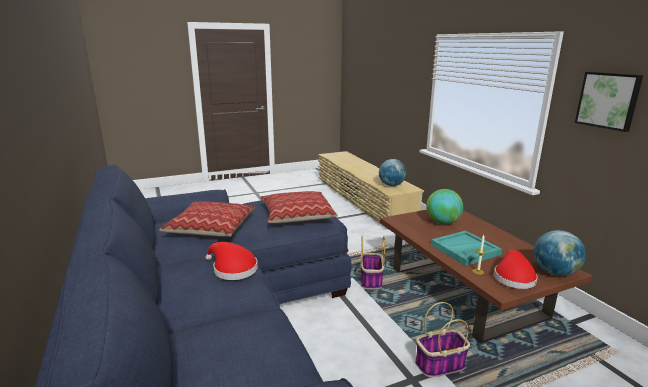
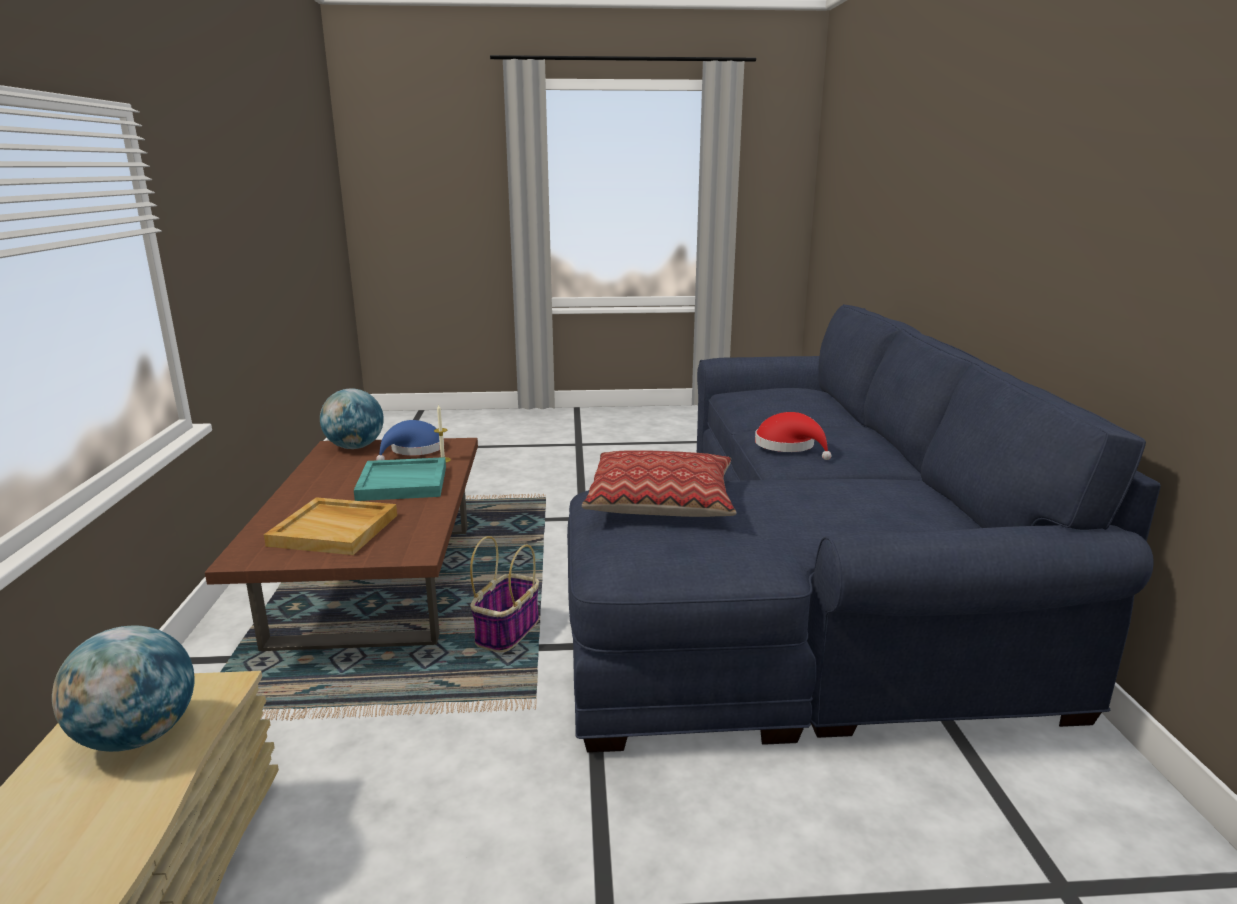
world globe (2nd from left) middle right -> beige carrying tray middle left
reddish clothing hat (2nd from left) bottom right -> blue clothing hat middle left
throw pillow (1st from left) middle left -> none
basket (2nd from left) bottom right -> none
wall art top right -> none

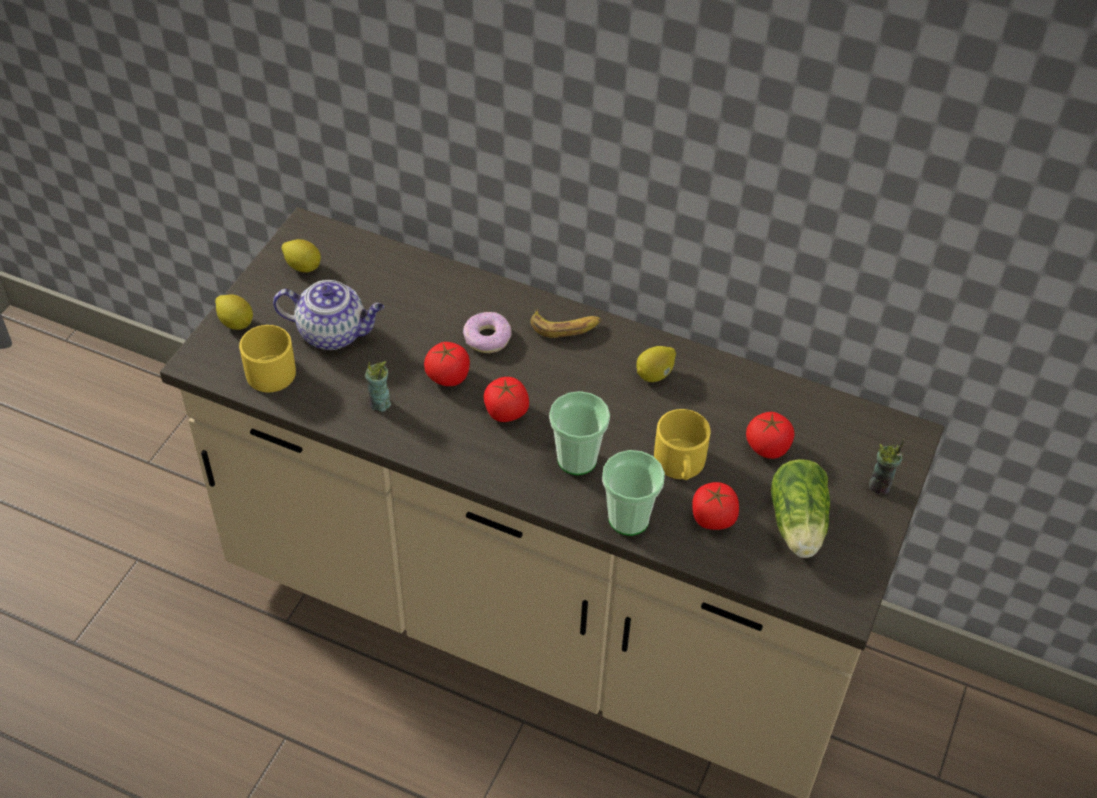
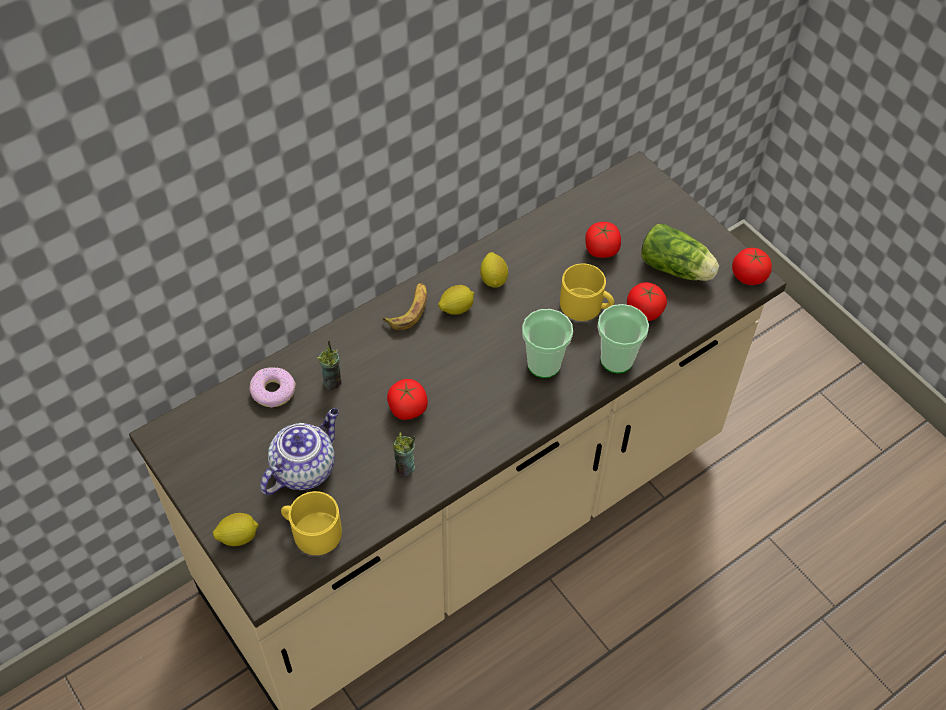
doughnut centre -> doughnut middle left, moved
small cup (4th from left in the first image) middle right -> small cup (1st from left) centre, moved
lemon (2nd from left) top left -> lemon (2nd from left) centre, moved
whole tomato (2nd from left in the first image) centre -> whole tomato (4th from left) middle right, moved

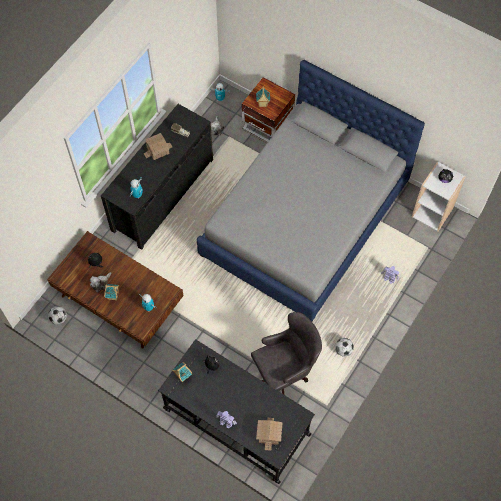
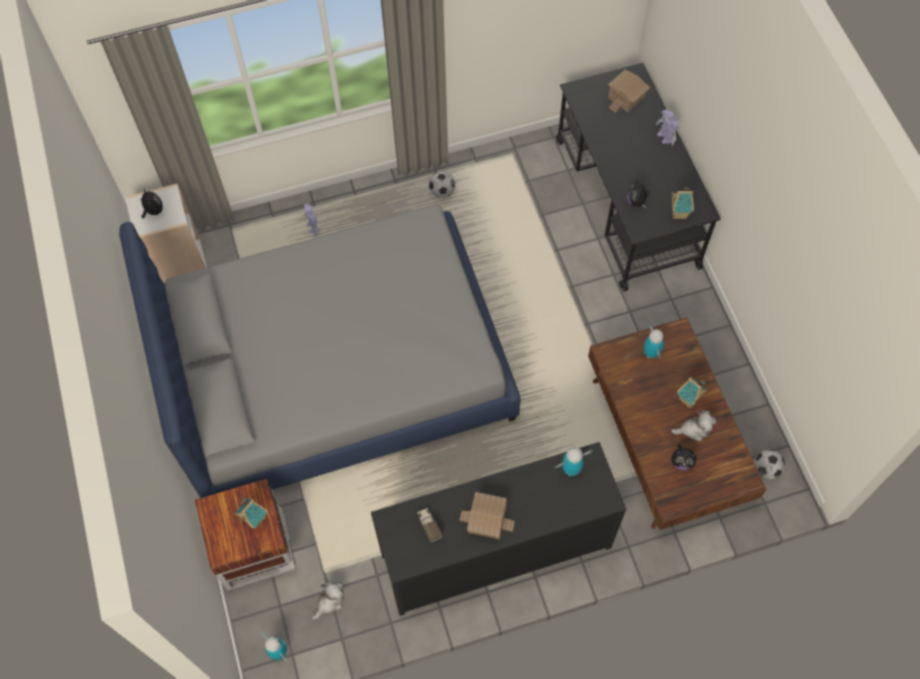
greyish computer chair bottom centre -> none

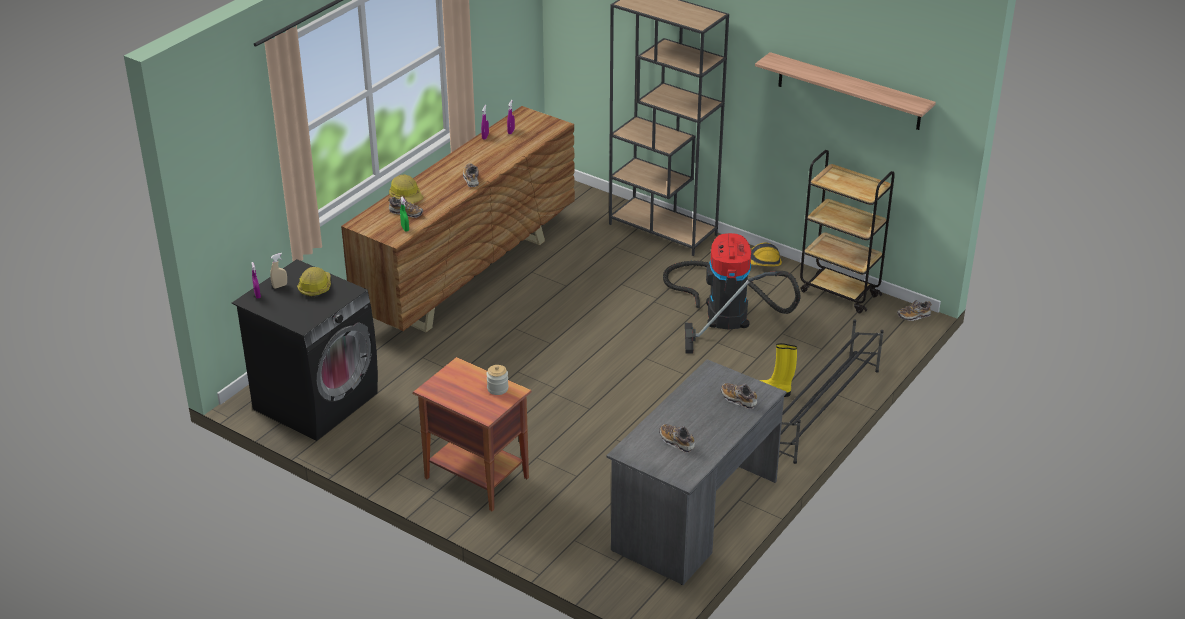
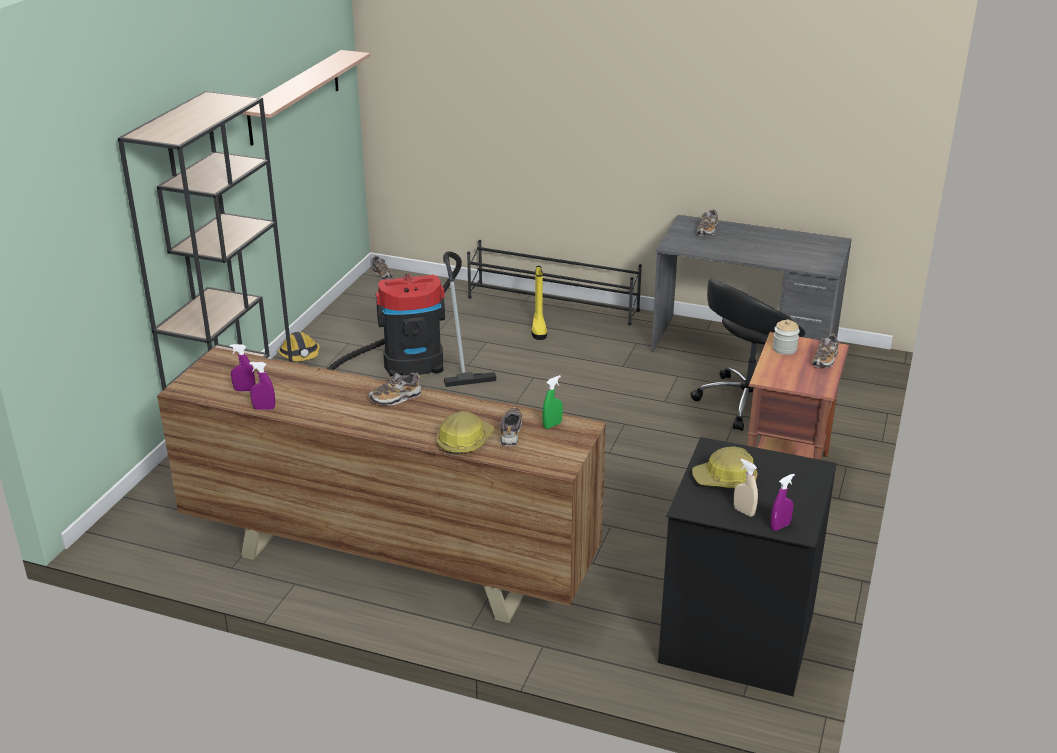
none -> blackish computer chair middle right
item of footwear (3rd from left in the first image) bottom centre -> item of footwear (5th from left) middle right, moved
brownish cart middle right -> none

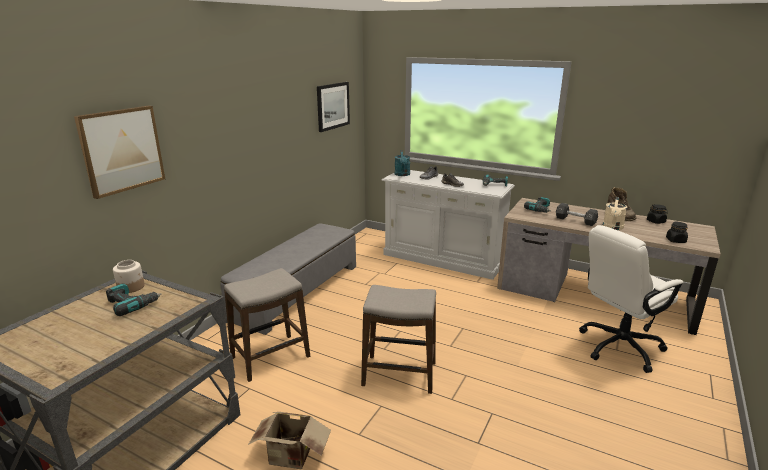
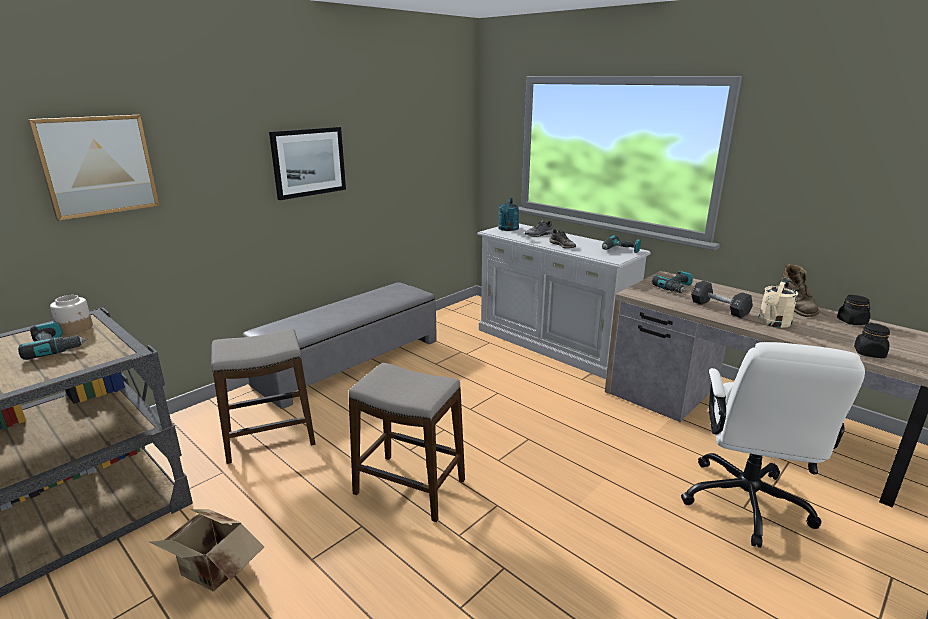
wall art (2nd from left) top centre -> wall art (2nd from left) top left, moved
white computer chair middle right -> white computer chair bottom right, 60 degrees counterclockwise

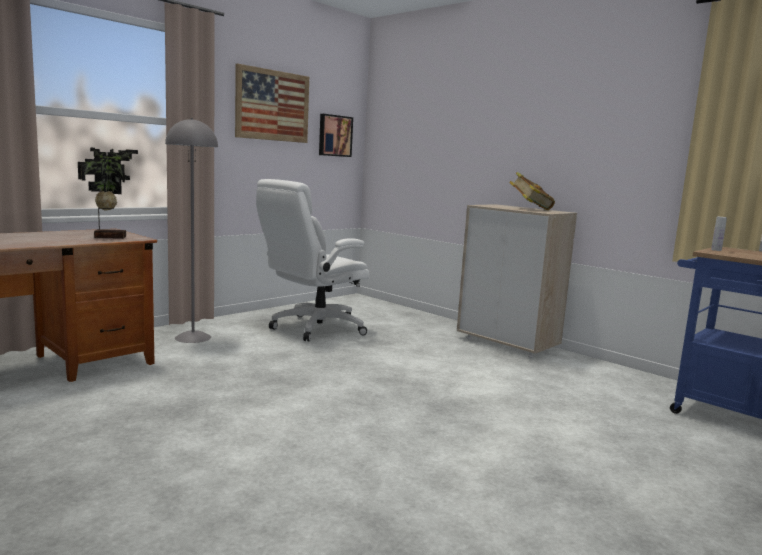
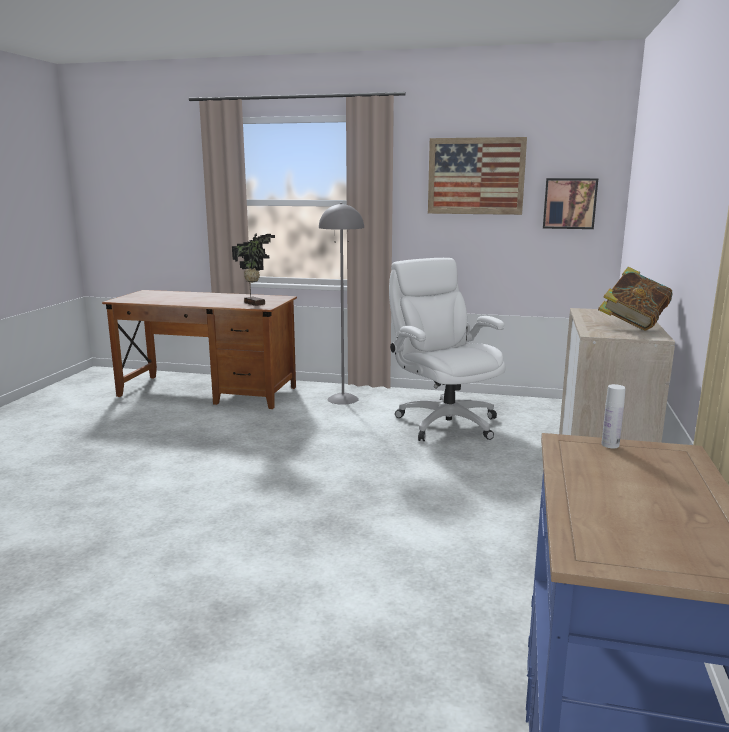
white computer chair centre, 45 degrees clockwise

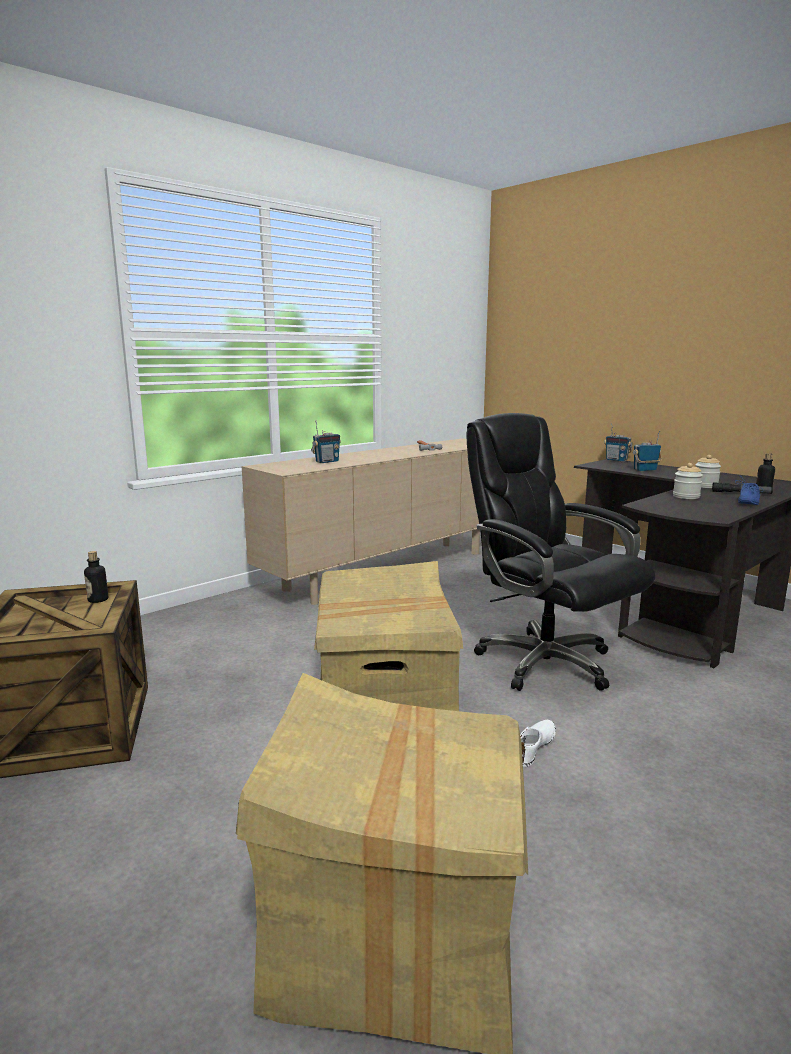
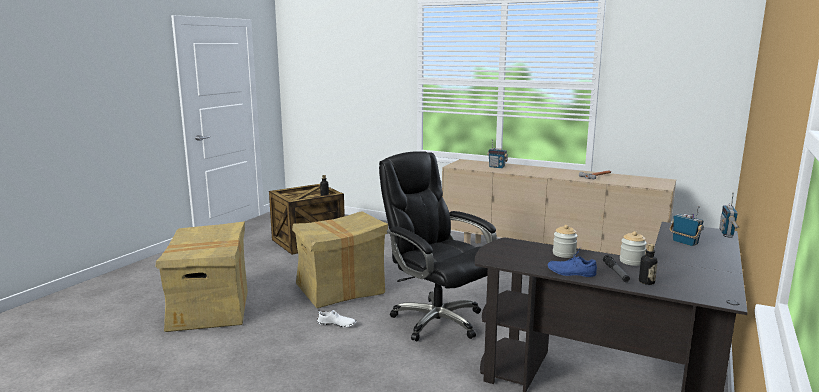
blackish computer chair middle right -> blackish computer chair centre, 75 degrees counterclockwise

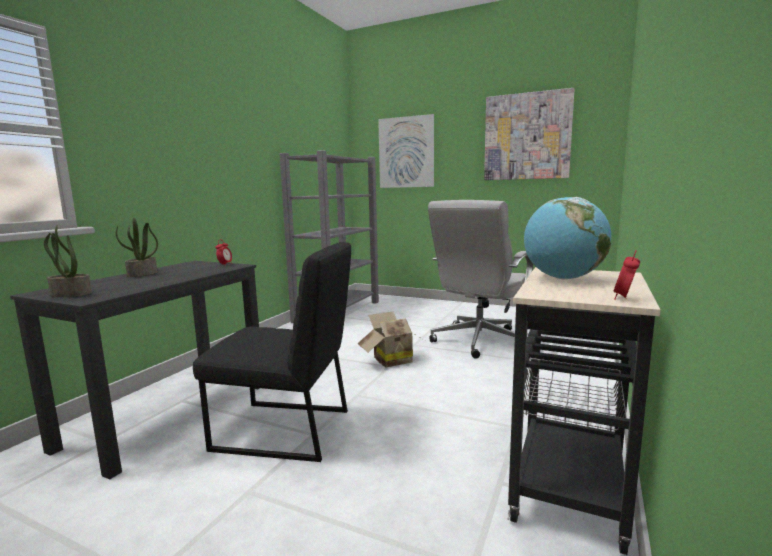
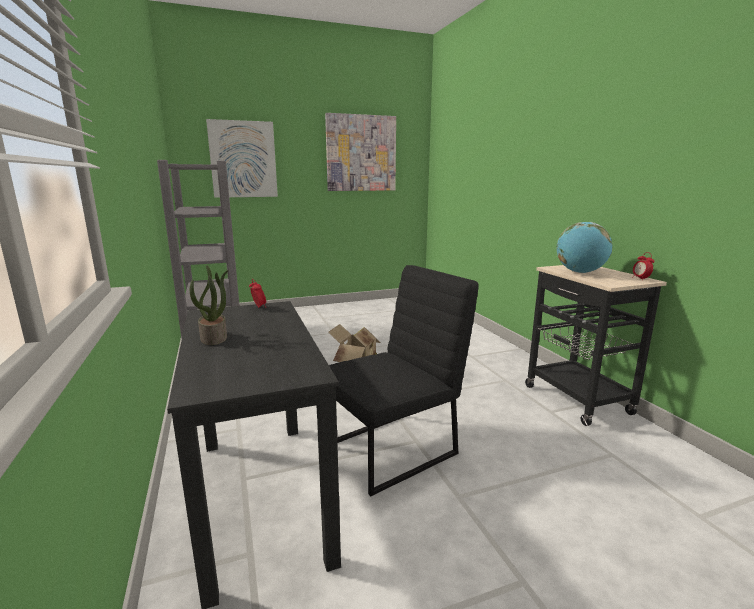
houseplant (1st from left) middle left -> none
greyish computer chair centre -> none

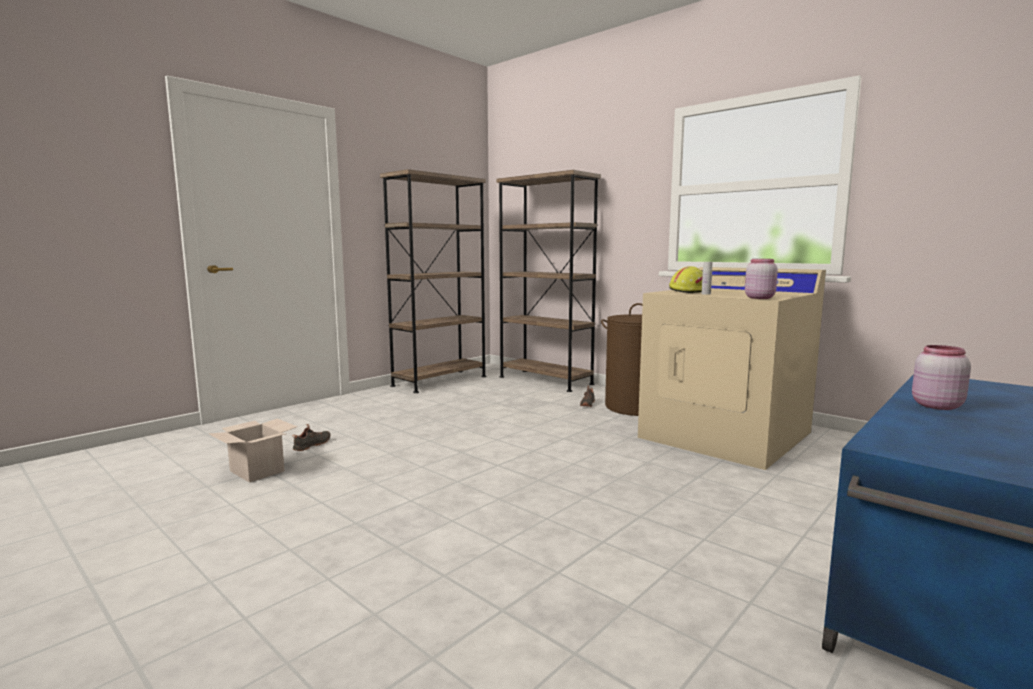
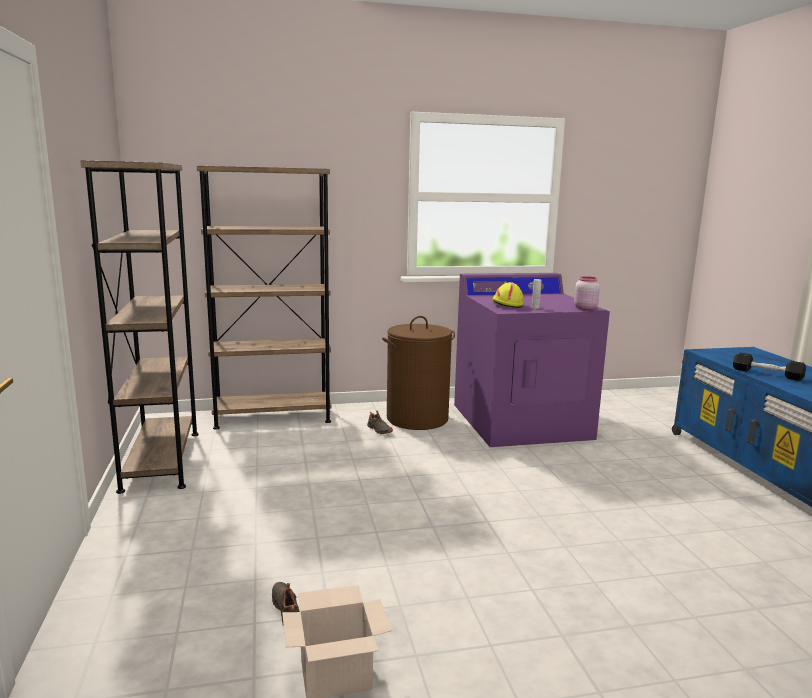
beige washing machine middle right -> purple-coloured washing machine centre
pink storage jar (2nd from left) middle right -> blackish hand weight middle right

